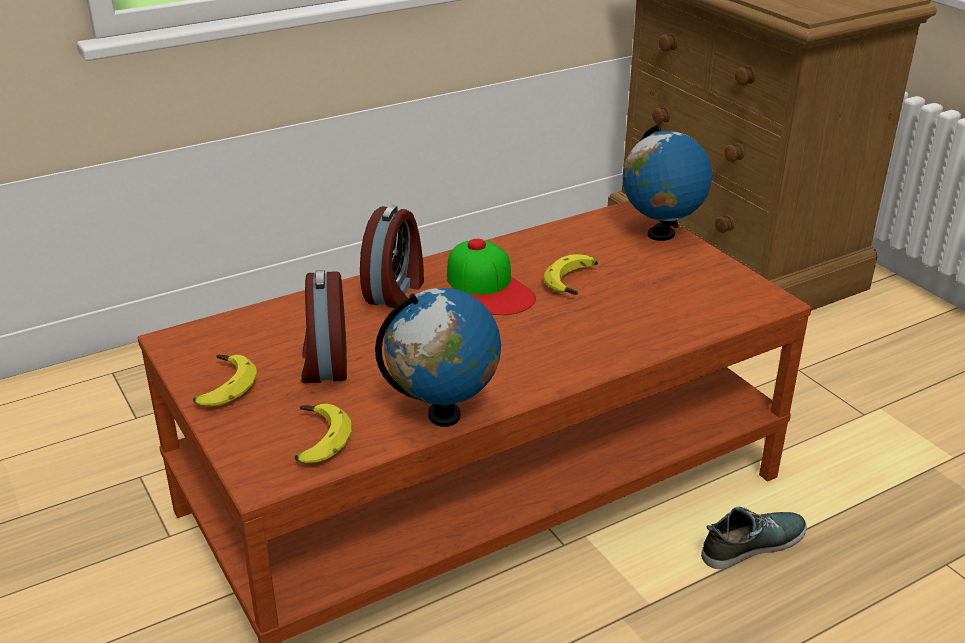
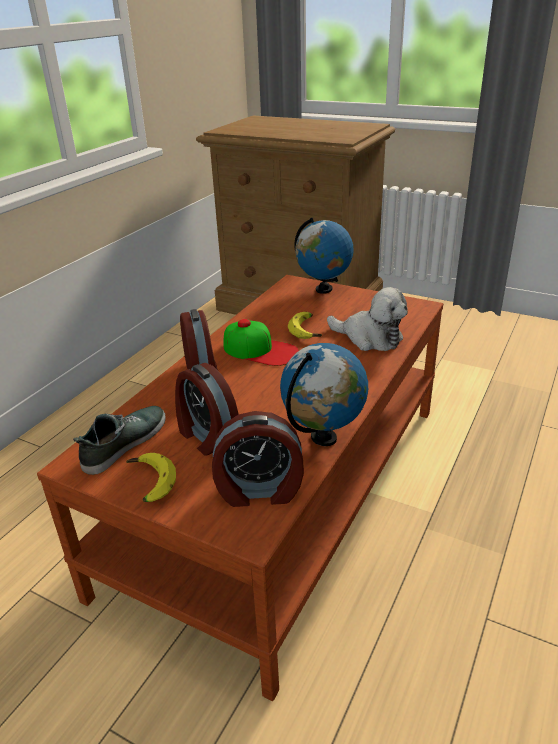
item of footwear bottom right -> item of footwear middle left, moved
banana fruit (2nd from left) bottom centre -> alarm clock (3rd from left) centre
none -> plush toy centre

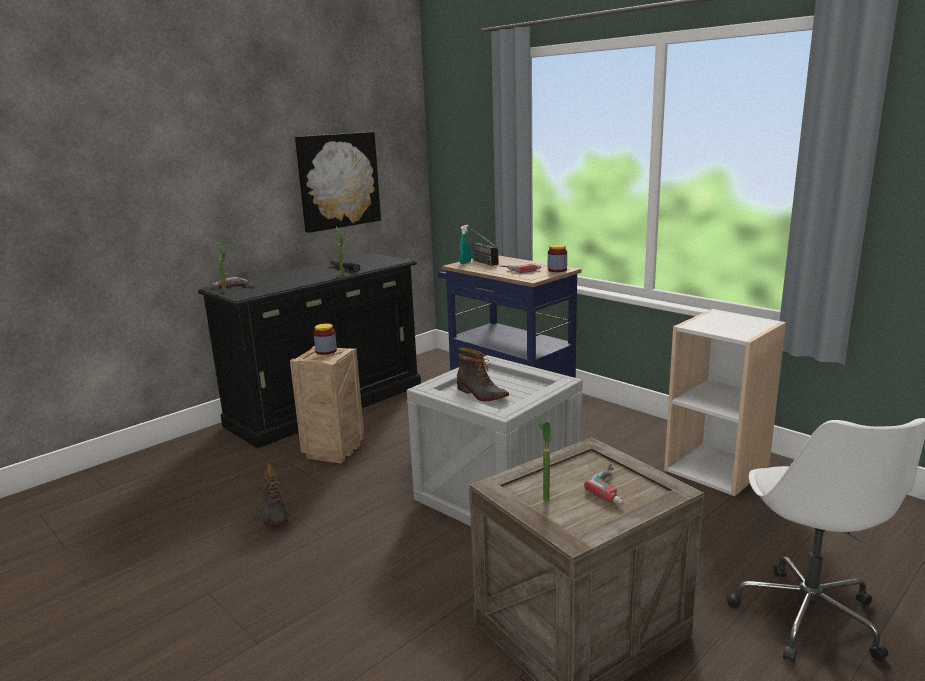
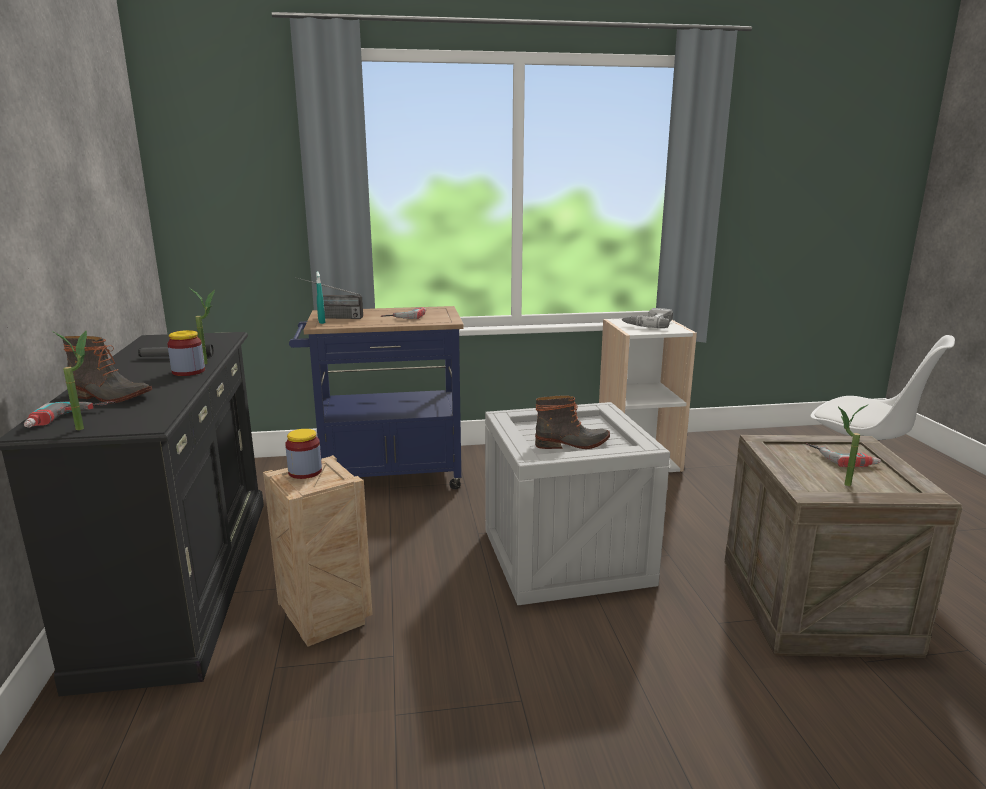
high-top boot (1st from left) bottom left -> high-top boot (1st from left) middle left, moved
storage jar (2nd from left in the first image) centre -> storage jar (1st from left) middle left, moved
none -> drill (3rd from left) centre
wall art top centre -> none

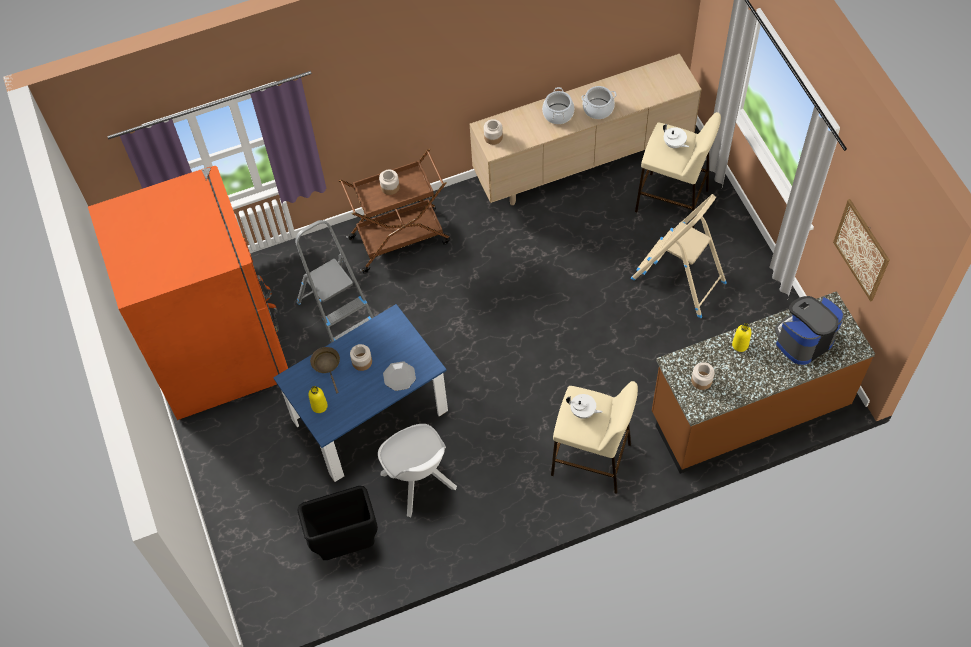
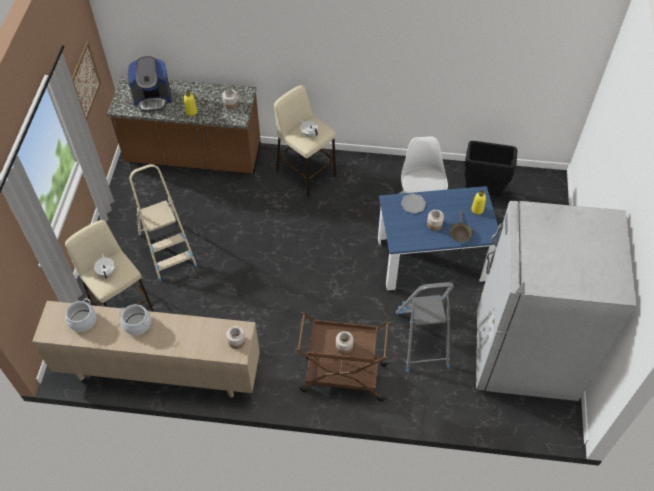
saucepot (1st from left) top centre -> saucepot (1st from left) middle left, moved
orangey refrigerator middle left -> white refrigerator middle right

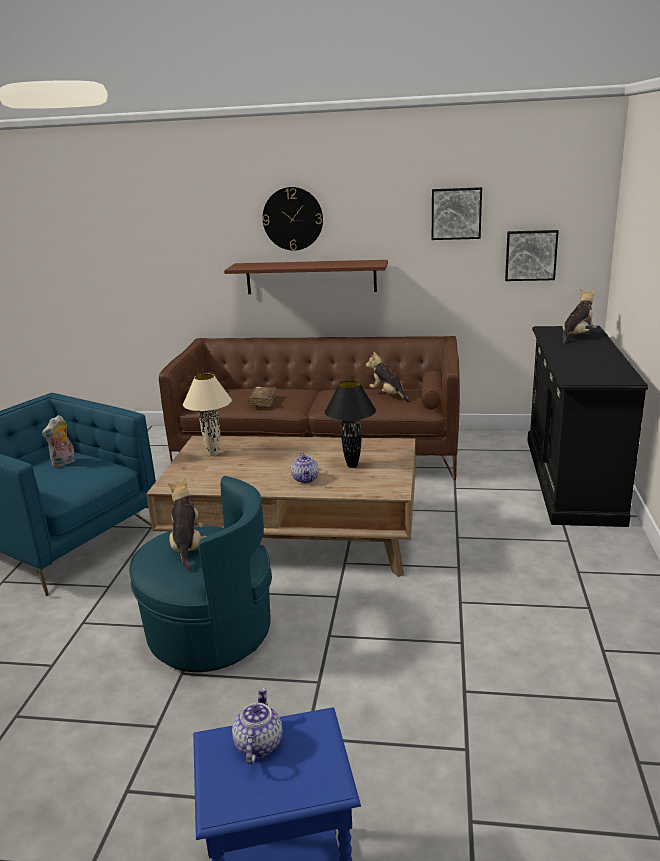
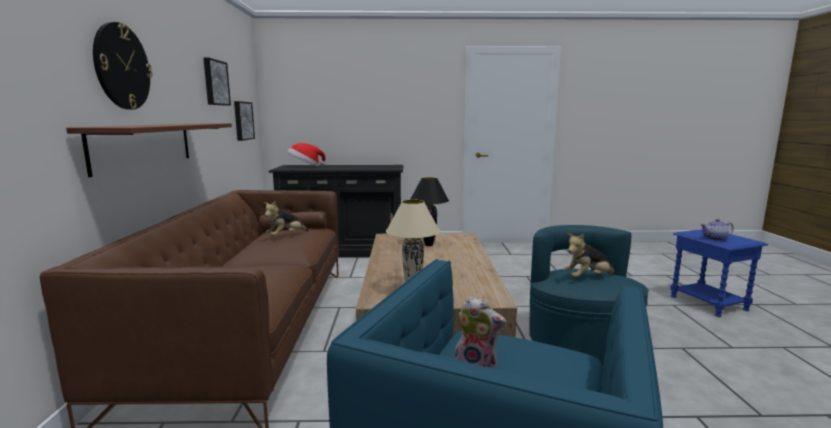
plush toy (4th from left) middle right -> clothing hat centre
brownish bound book centre -> none
teapot (2nd from left) centre -> none

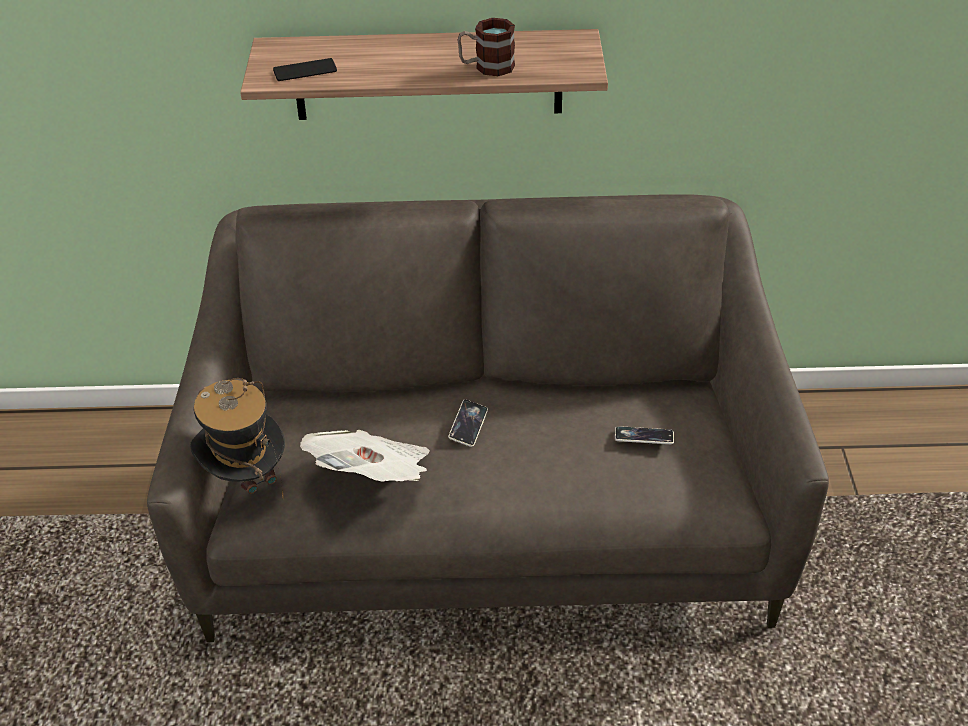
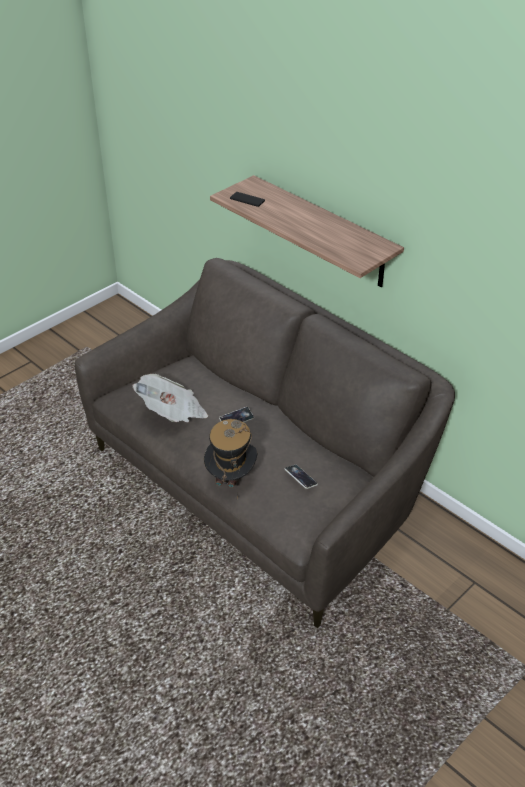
clothing hat middle left -> clothing hat centre, moved
coffee mug top centre -> none

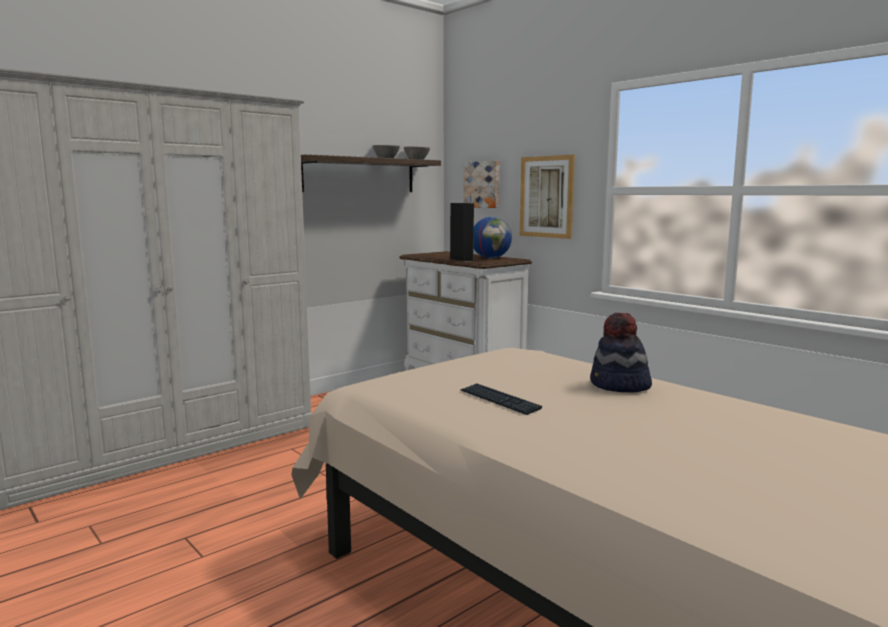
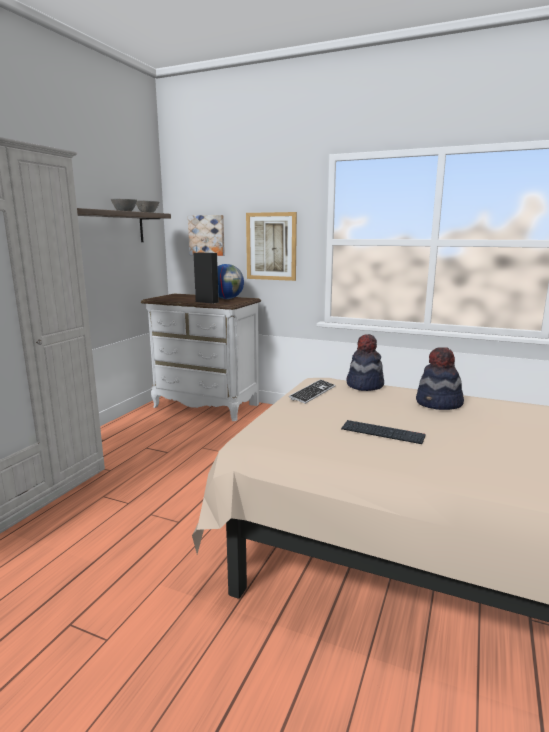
none -> PC keyboard (1st from left) centre
none -> clothing hat (1st from left) centre

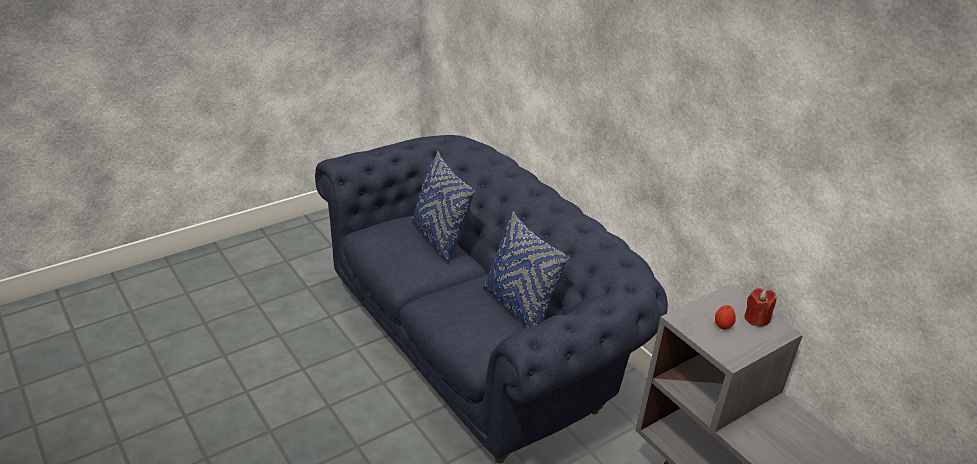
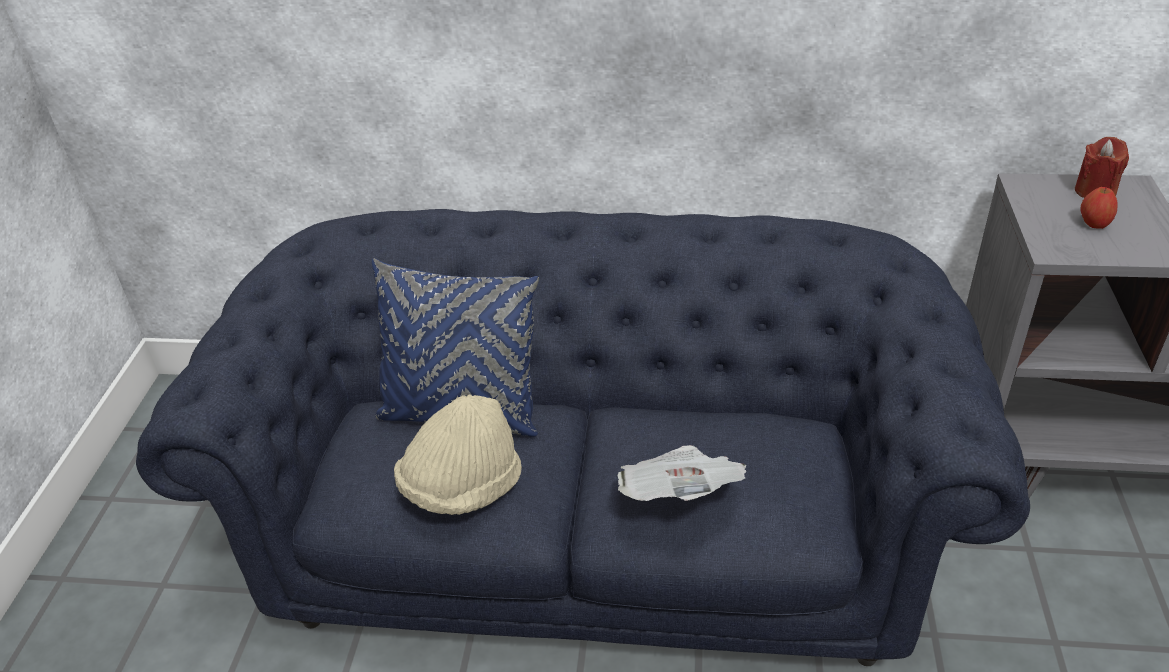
none -> beige clothing hat bottom centre
none -> newspaper bottom centre
blue throw pillow (2nd from left) centre -> none

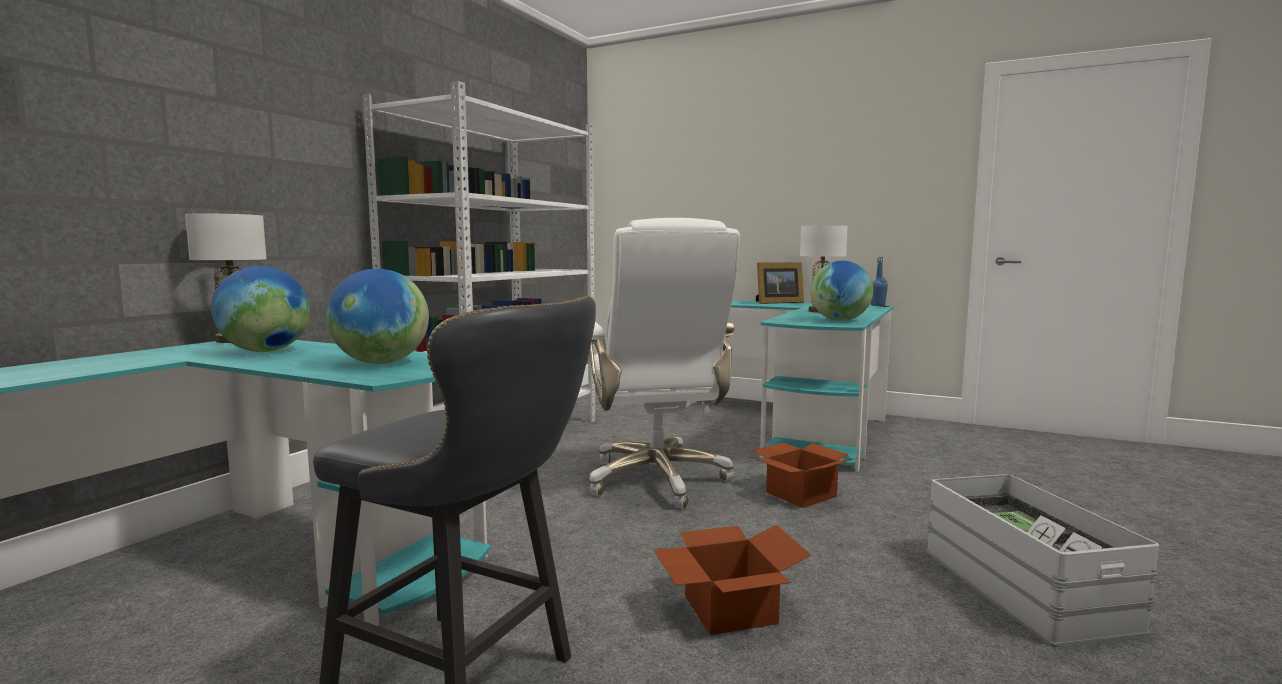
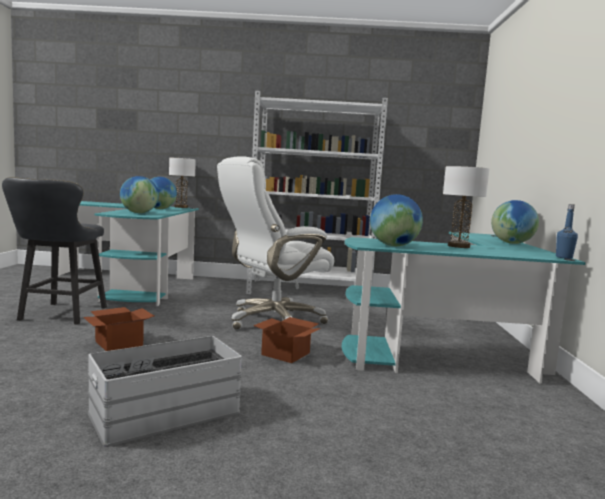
standing frame centre -> world globe (4th from left) middle right

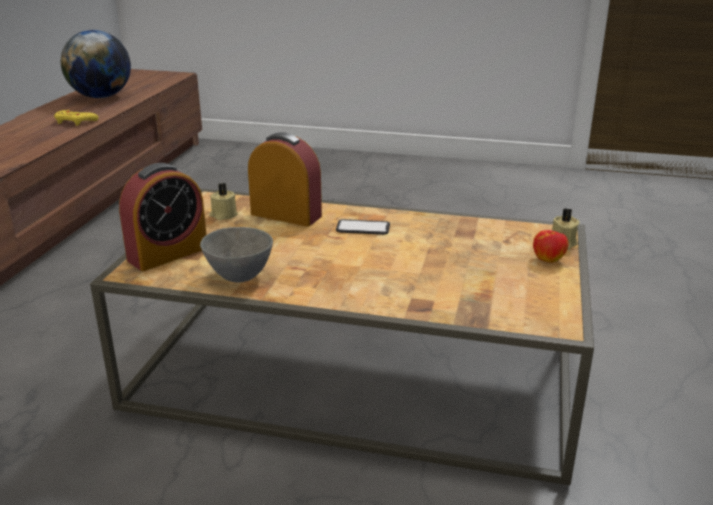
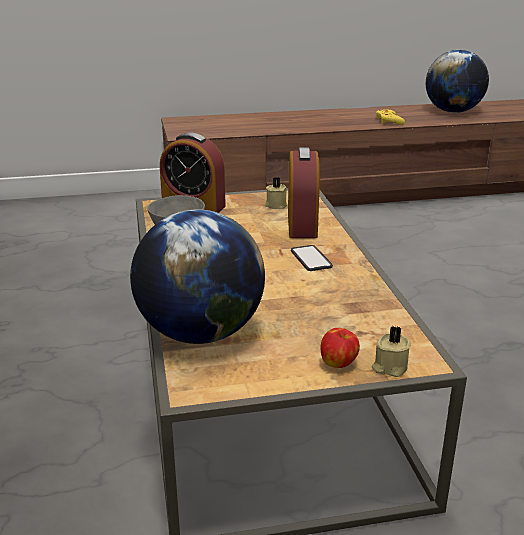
none -> world globe (1st from left) centre

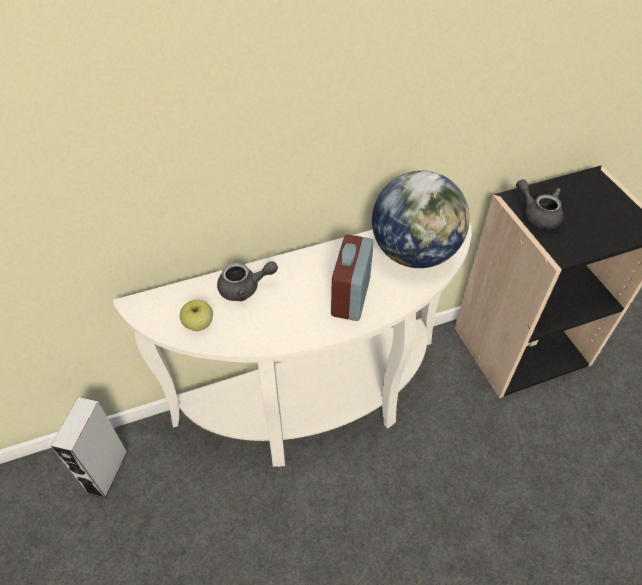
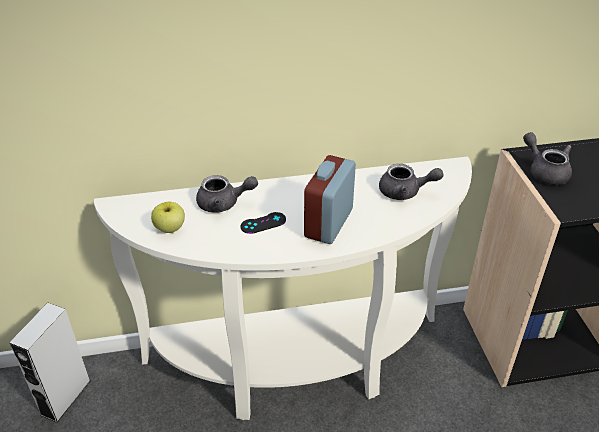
none -> blackish game controller centre
world globe centre -> greyish teapot (2nd from left) middle right

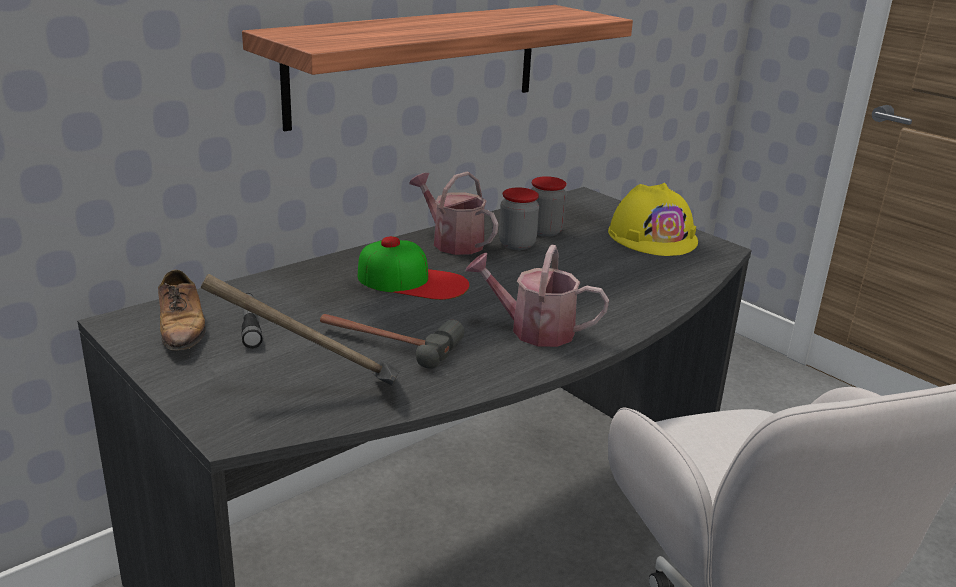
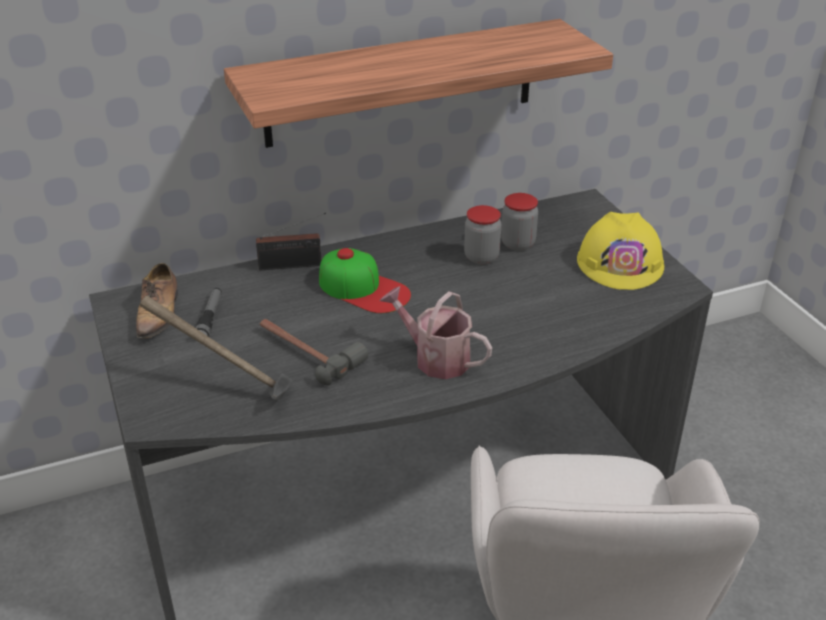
none -> radio centre
watering can (1st from left) centre -> none

